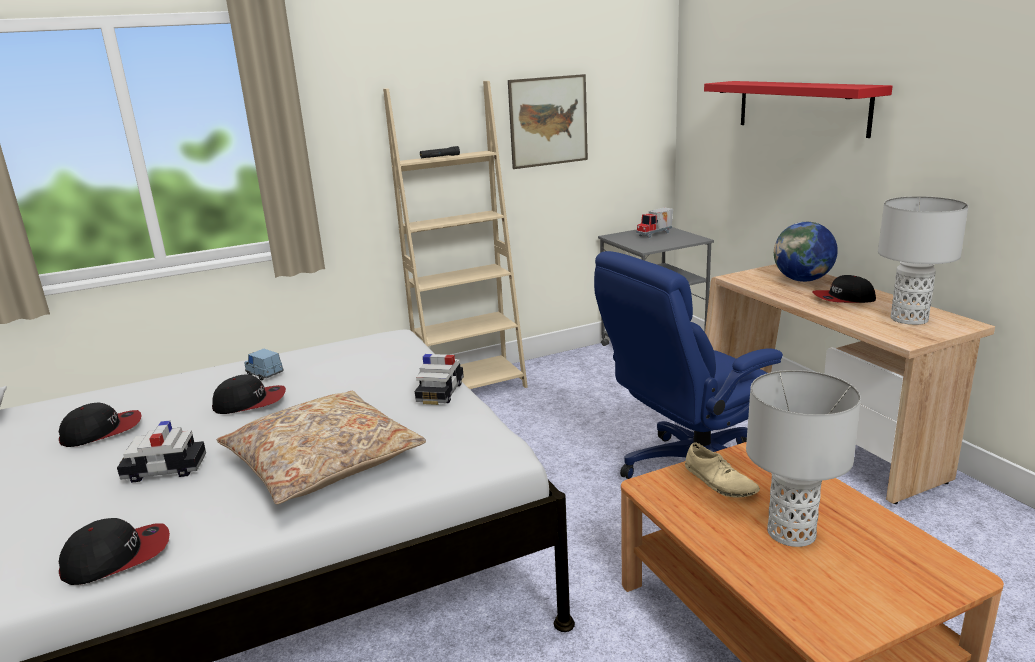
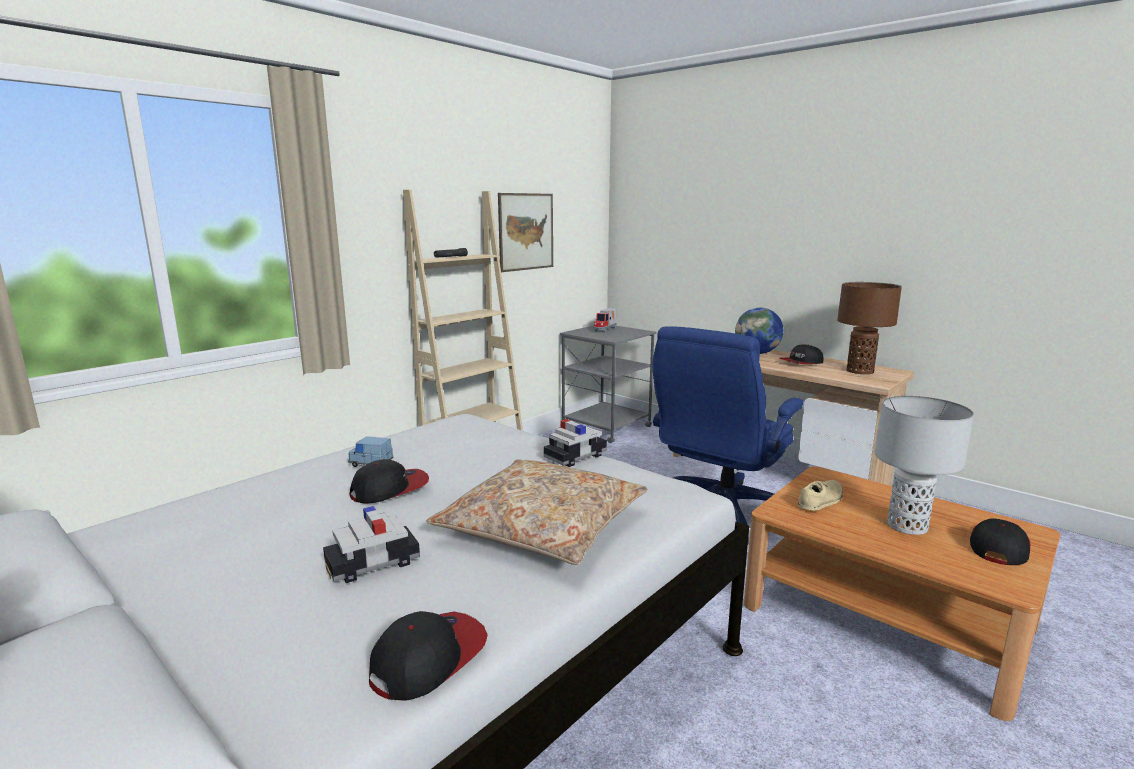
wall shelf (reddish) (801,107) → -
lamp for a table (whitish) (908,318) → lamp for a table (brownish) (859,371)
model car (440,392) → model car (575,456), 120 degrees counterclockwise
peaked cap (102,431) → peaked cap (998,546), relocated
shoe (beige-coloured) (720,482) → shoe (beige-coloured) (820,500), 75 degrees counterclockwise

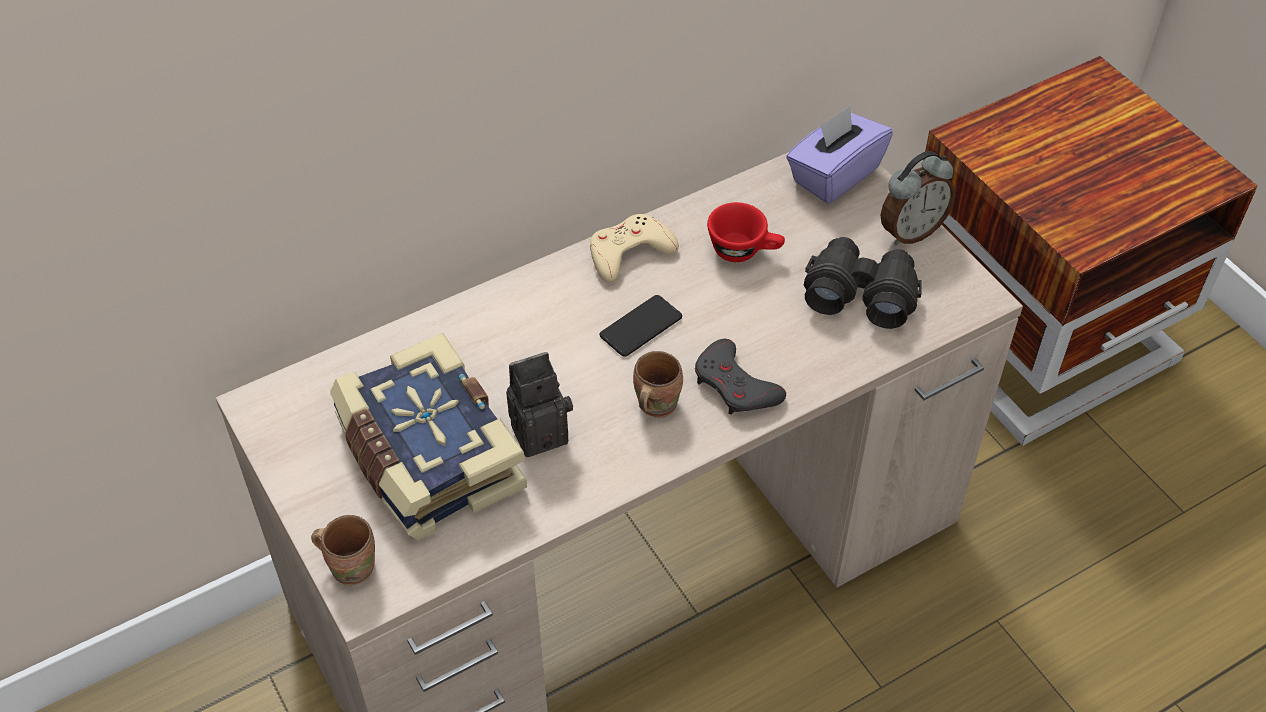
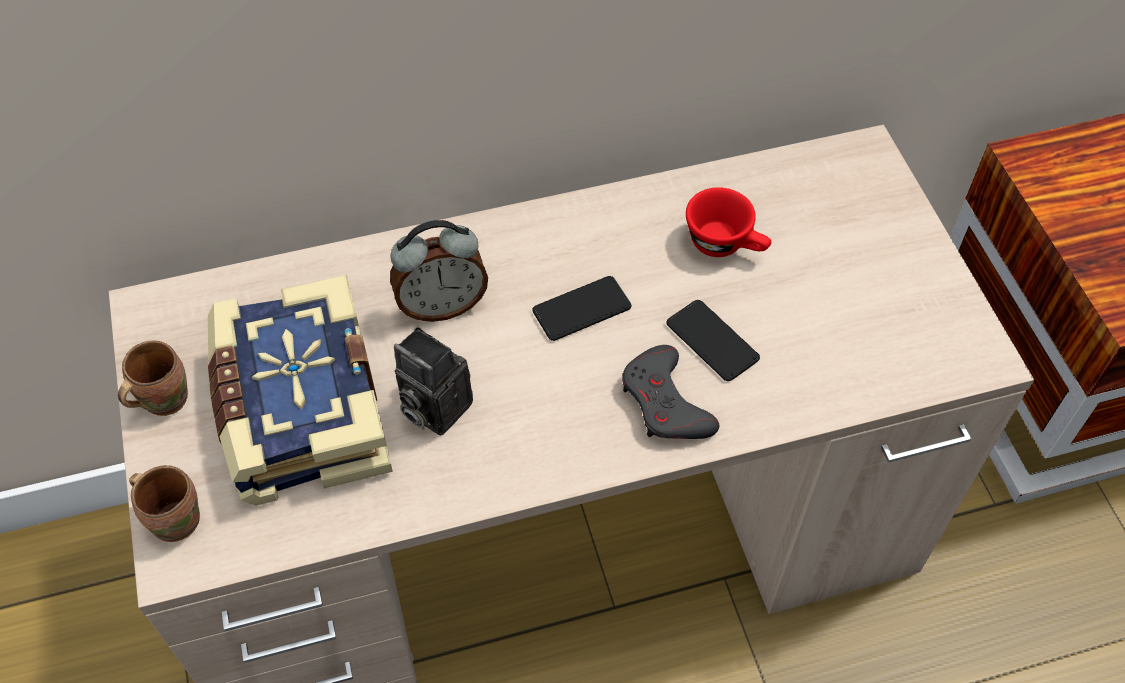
box of tissues (purple-coloured) (834,175) → -
alarm clock (910,231) → alarm clock (442,305), relocated
game controller (beige-coloured) (629,253) → -
binoculars (blackish) (860,293) → -
tea mug (brownish) (654,404) → tea mug (brownish) (162,398), relocated
still camera (541,431) → still camera (432,407), 135 degrees counterclockwise
- → handset (712,341)

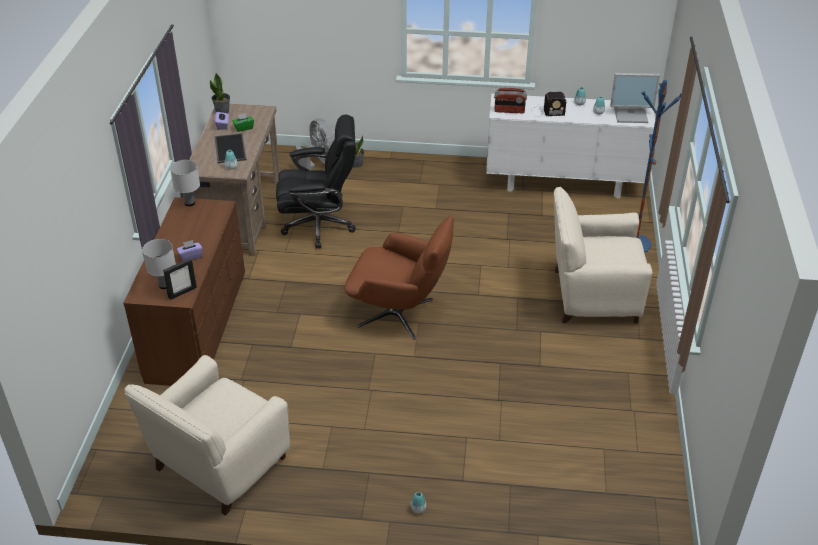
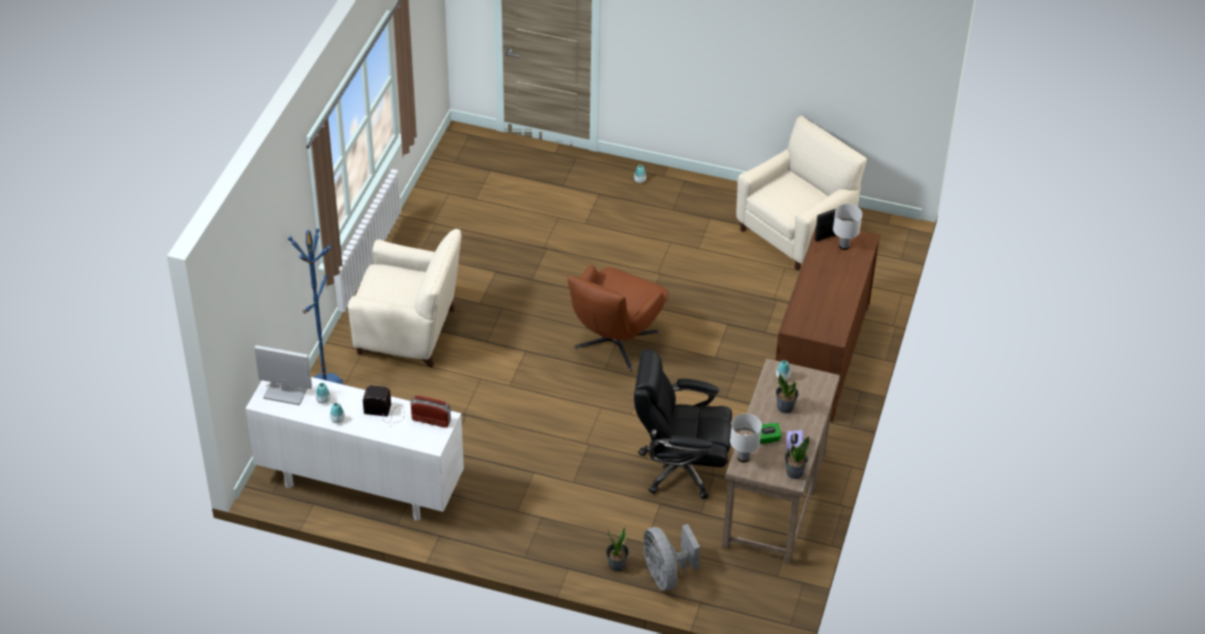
carrying tray (229,148) → potted plant (785,407)
lamp for a table (whitish) (190,203) → lamp for a table (whitish) (743,457), relocated
armchair (brownish) (398,314) → armchair (brownish) (615,342), 90 degrees counterclockwise
box of tissues (purple-coloured) (190,256) → -

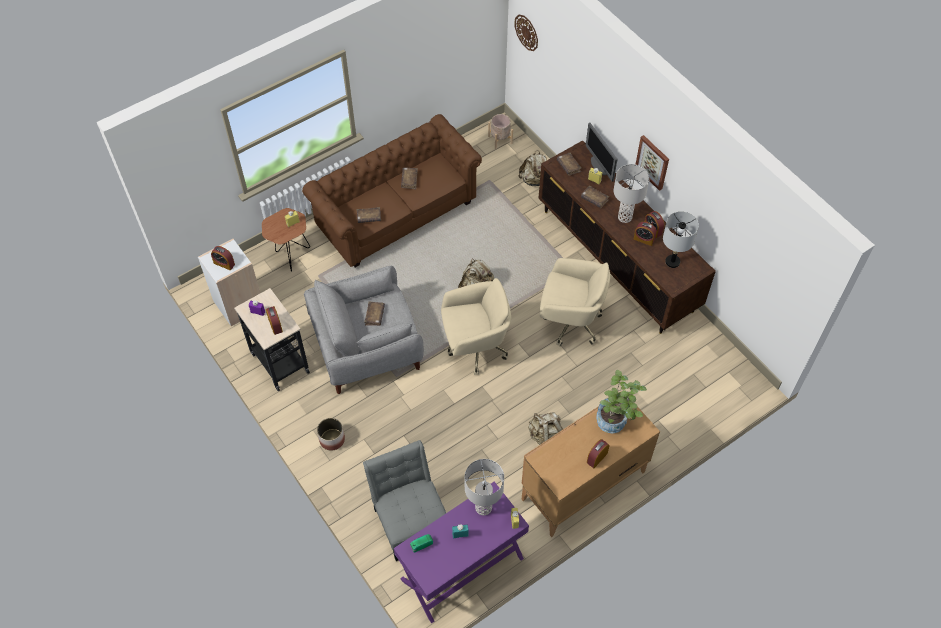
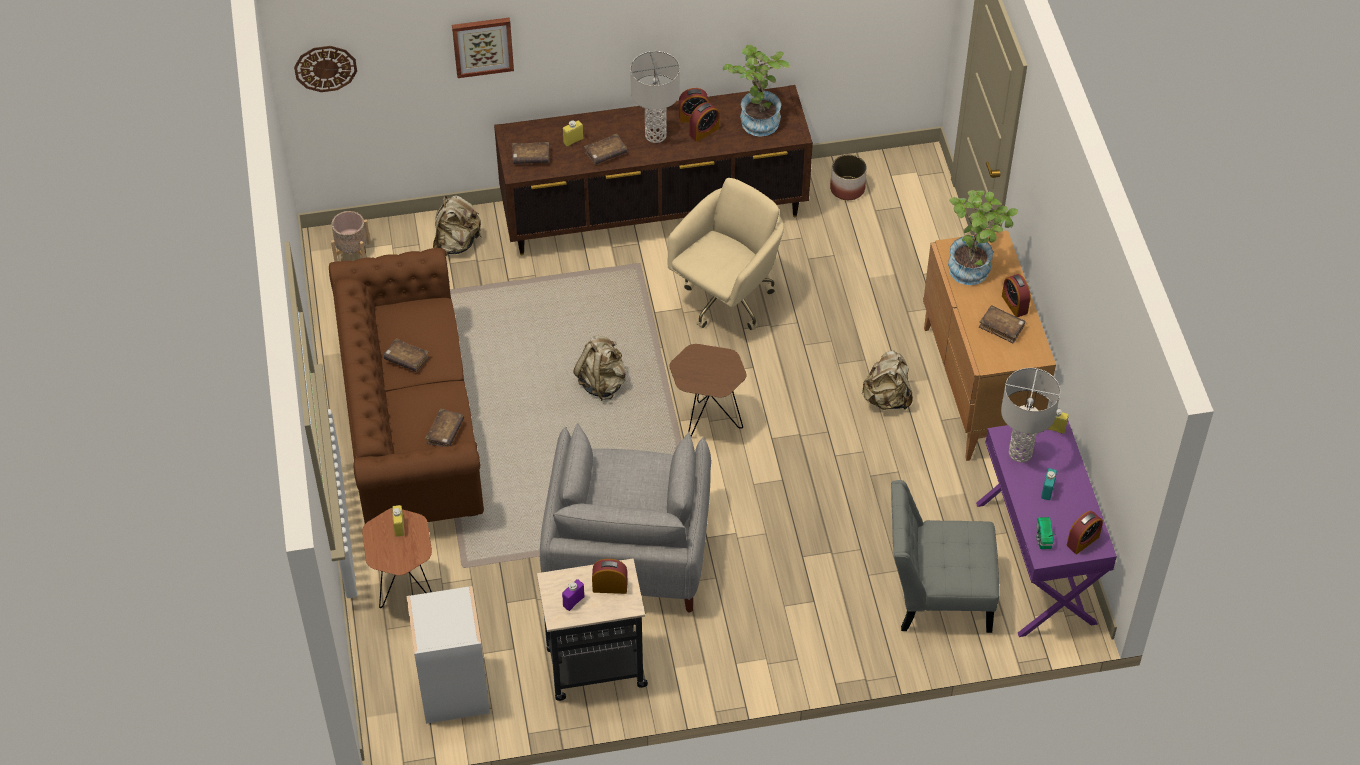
monitor (599,166) → -
wall picture (653,162) → wall picture (482,46), relocated
lamp for a table (greyish) (672,262) → potted plant (756,118)
alarm clock (224,263) → alarm clock (1083,541), relocated
computer chair (beige-coloured) (475,349) → end table (brownish) (707,422)
bound book (brownish) (375,316) → bound book (brownish) (1001,327), relocated
flower pot (332,439) → flower pot (847,188), relocated

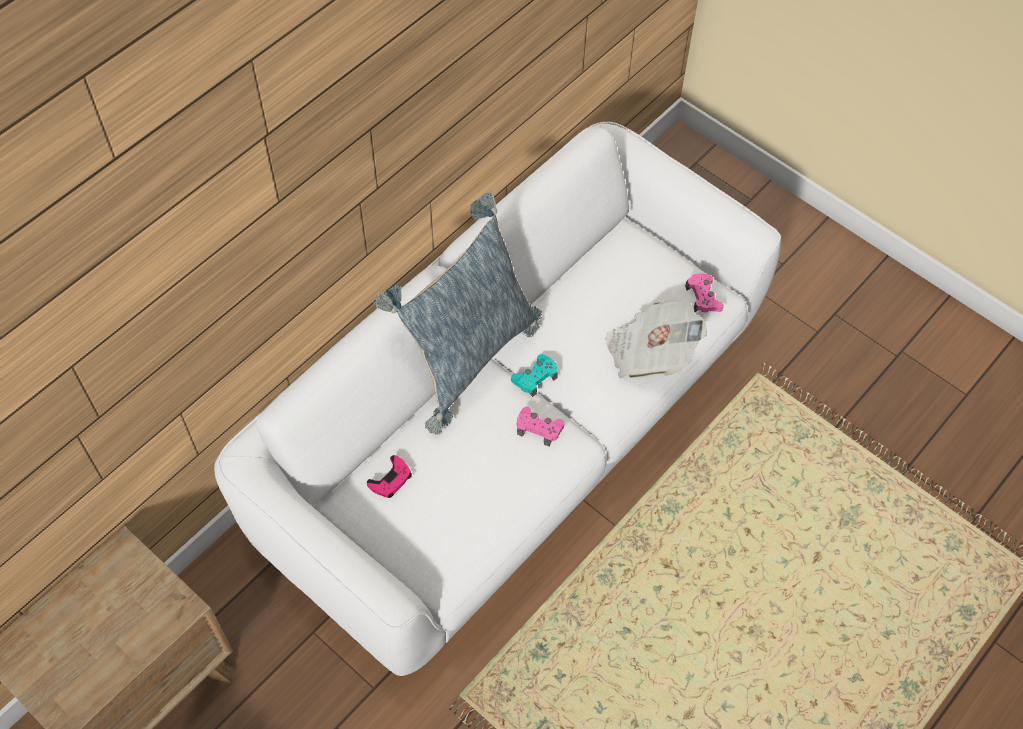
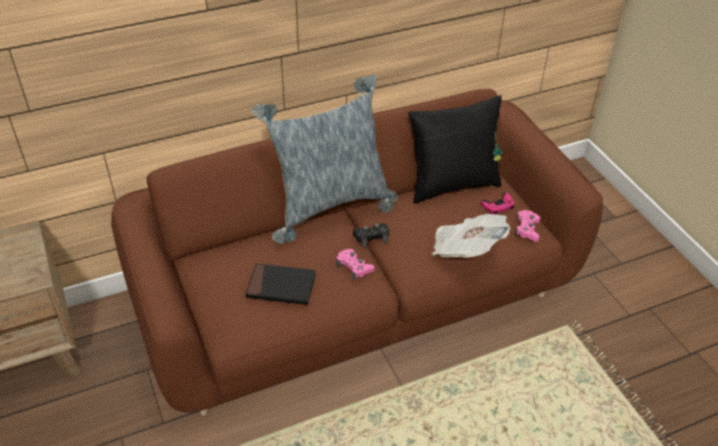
couch (whitish) (509,436) → couch (brownish) (357,300)
game controller (turquoise) (535,378) → game controller (blackish) (371,237)
game controller (pink-coloured) (390,479) → game controller (pink-coloured) (498,206), relocated
- → pillow (blackish) (452,186)
- → bound book (blackish) (281,287)

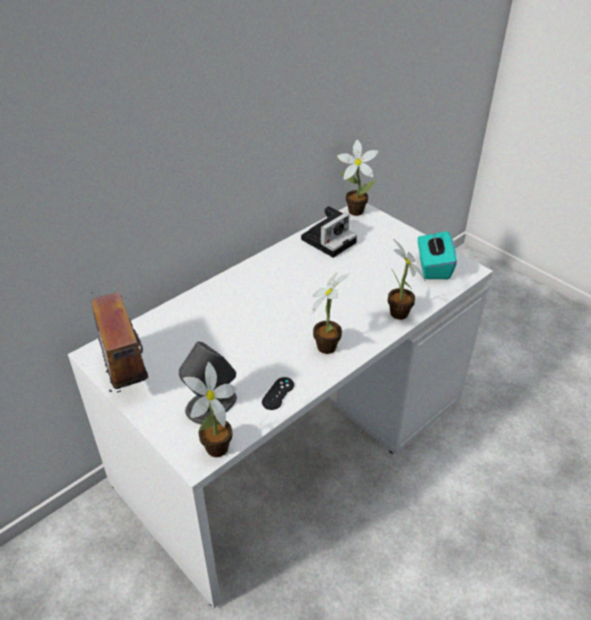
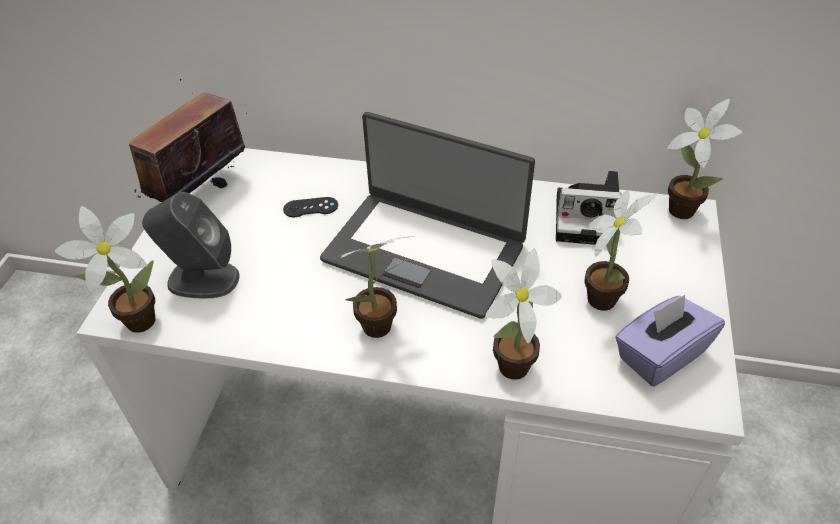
box of tissues (turquoise) (433,267) → box of tissues (purple-coloured) (660,355)
game controller (blackish) (278,393) → game controller (blackish) (310,207), relocated
- → laptop (424,251)
- → potted plant (603,296)

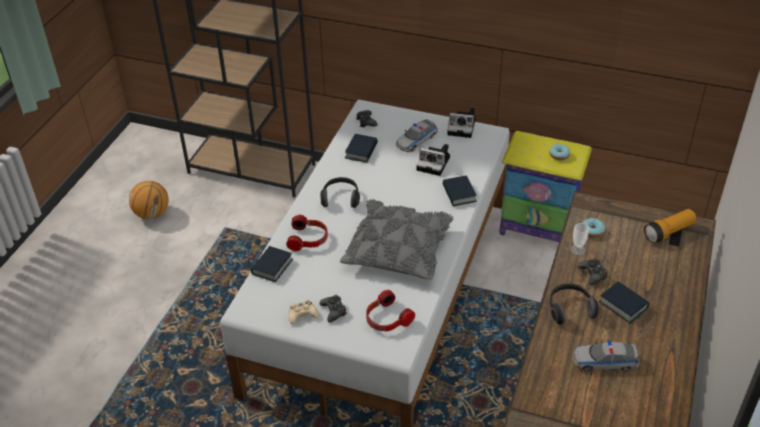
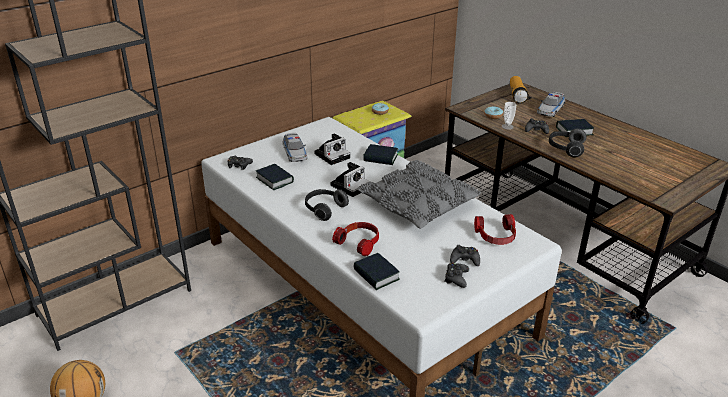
still camera (463,127) → still camera (351,185), relocated
game controller (beige-coloured) (302,315) → game controller (blackish) (456,278)
model car (604,361) → model car (550,110), relocated

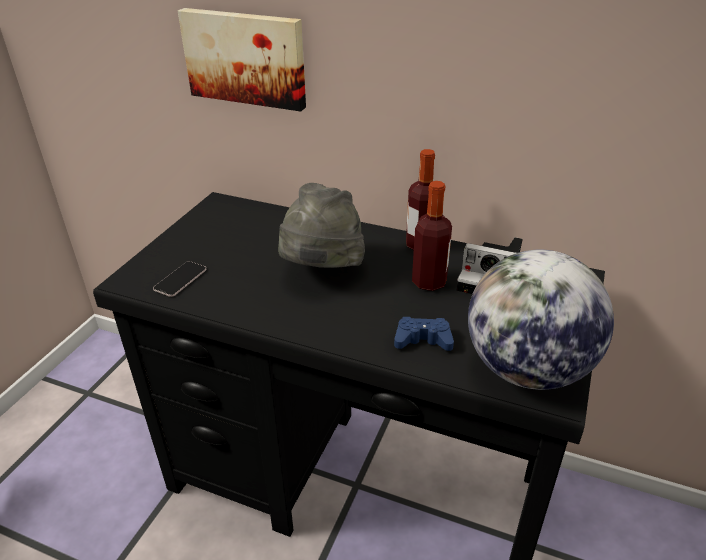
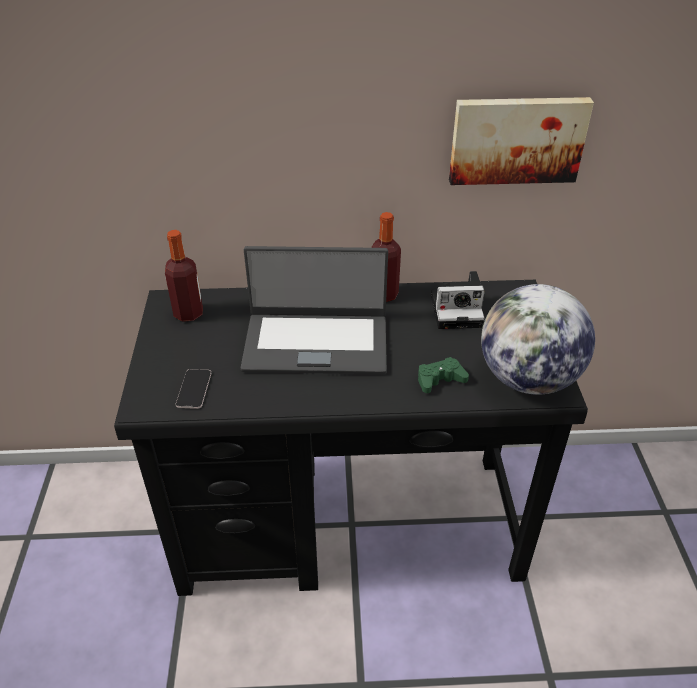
wall picture (245,58) → wall picture (517,139), relocated
beverage bottle (429,282) → beverage bottle (188,313), relocated
wearable hat (greyish) (321,270) → laptop (316,342)
game controller (blue-coloured) (423,340) → game controller (green-coloured) (440,380)

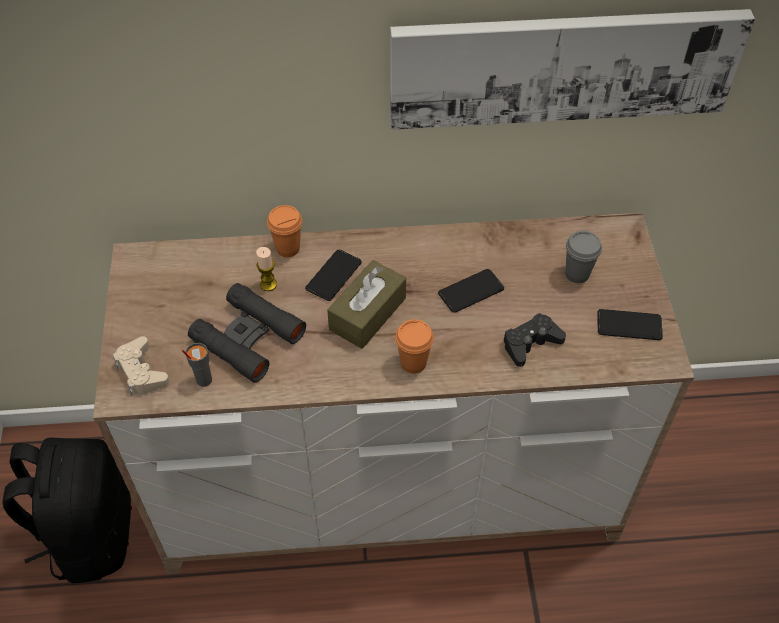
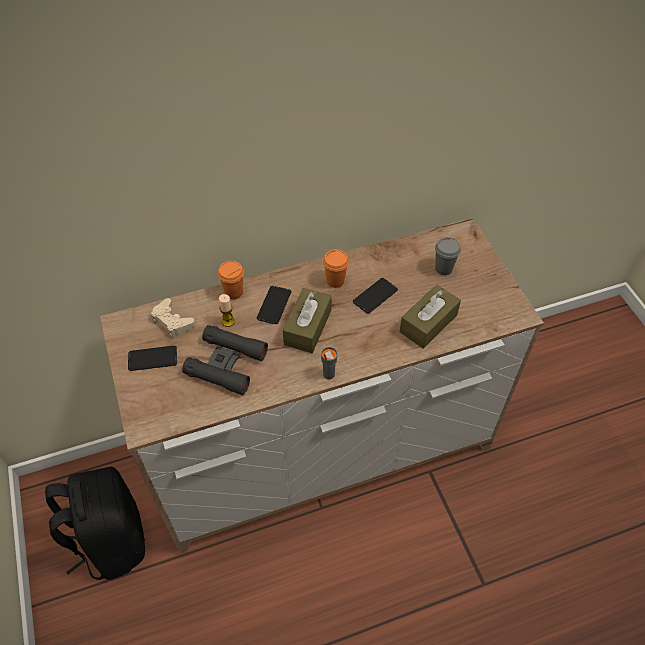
wall picture (563,66) → -
handset (629,325) → handset (152,359), relocated
game controller (blackish) (530,343) → box of tissues (brownish) (428,323)
drinking cup (orangey) (413,363) → drinking cup (orangey) (335,281), relocated
game controller (beige-coloured) (141,371) → game controller (beige-coloured) (172,322), relocated
drinking cup (greyish) (203,380) → drinking cup (greyish) (328,374), relocated

